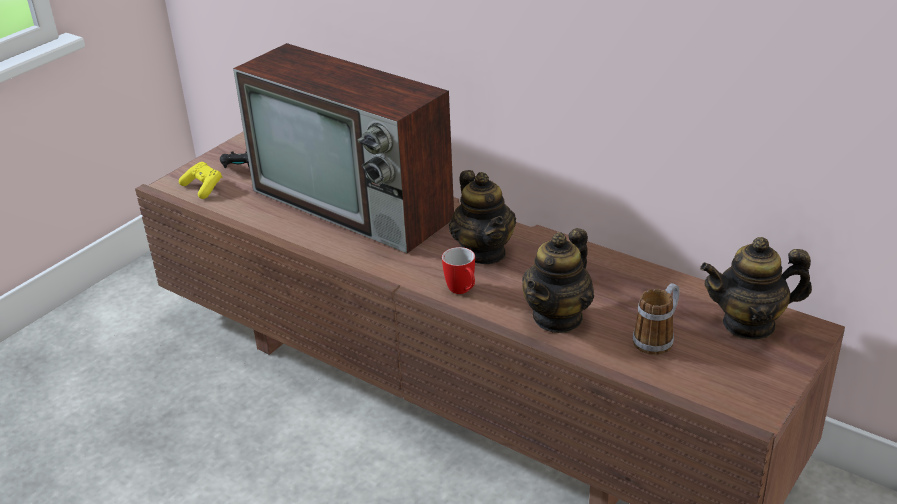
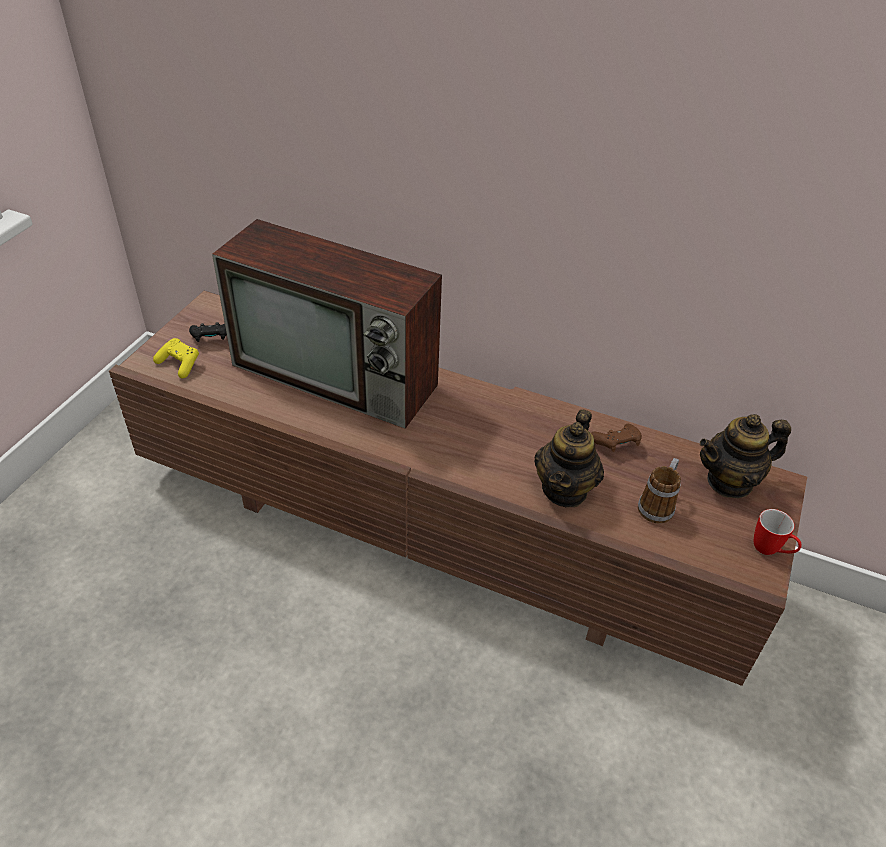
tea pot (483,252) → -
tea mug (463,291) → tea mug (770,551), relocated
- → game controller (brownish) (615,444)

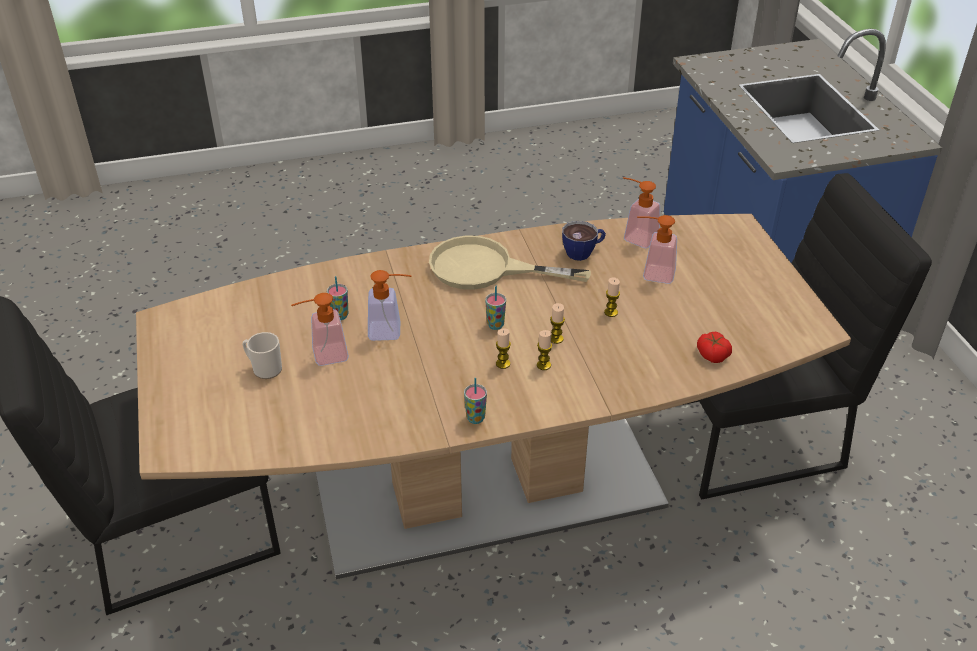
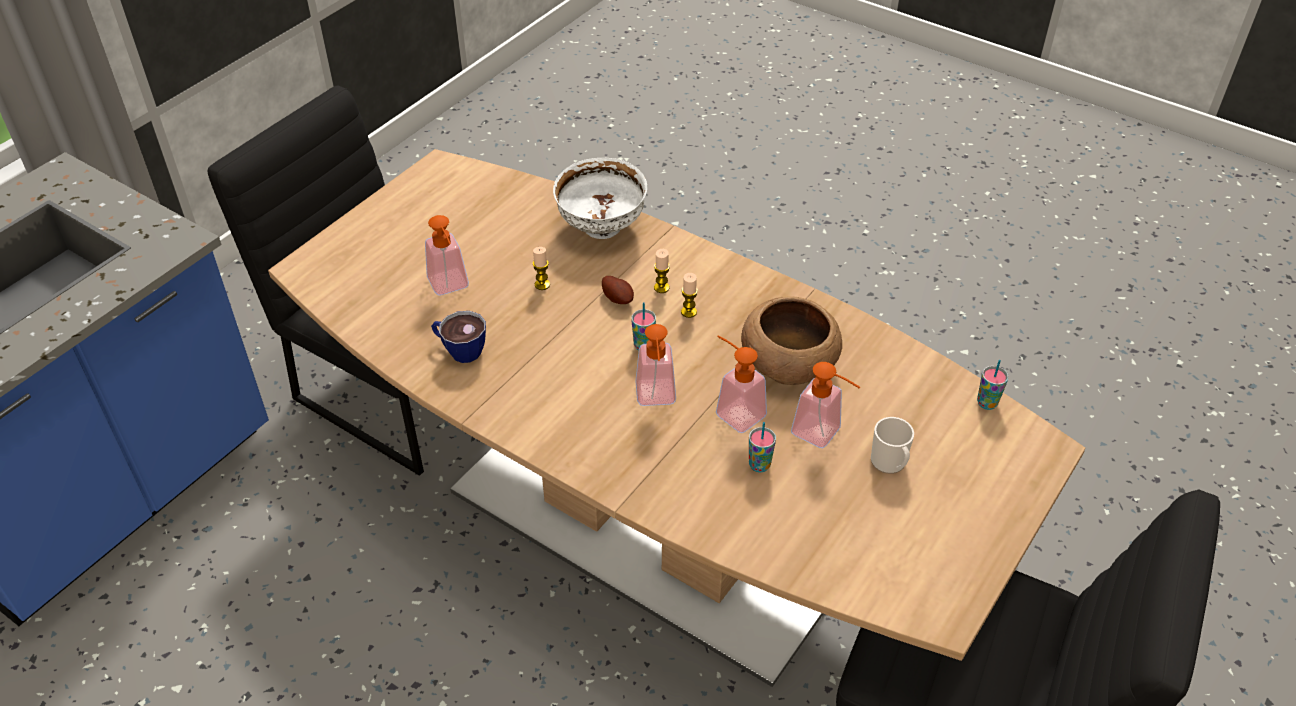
liquid soap bottle (635,236) → liquid soap bottle (656,399), relocated
frying pan (beige-coloured) (486,268) → -
candle (556,339) → spud (618,298)
tomato (712,354) → -
drinking cup (475,418) → drinking cup (987,403), relocated
- → bowl (whitish) (602,229)
- → bowl (brownish) (789,364)

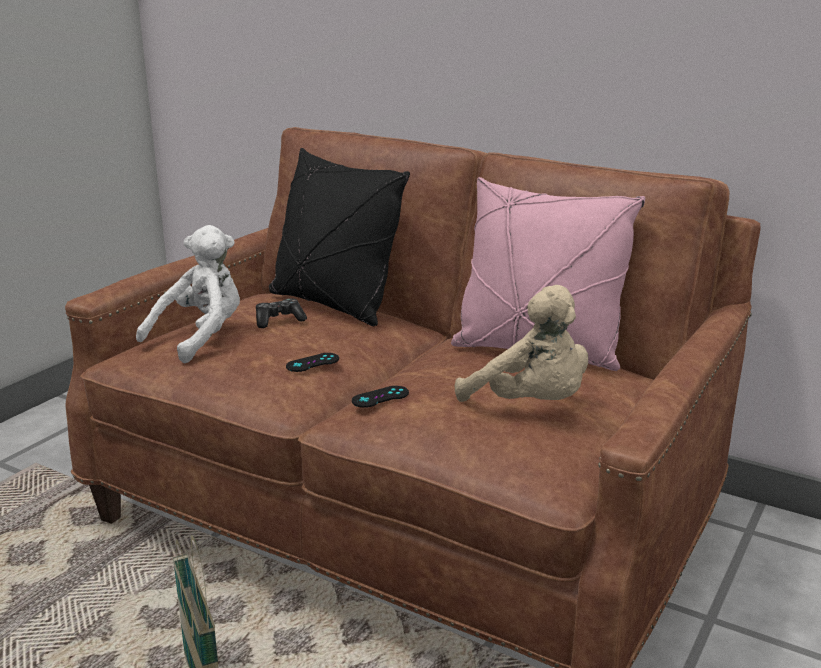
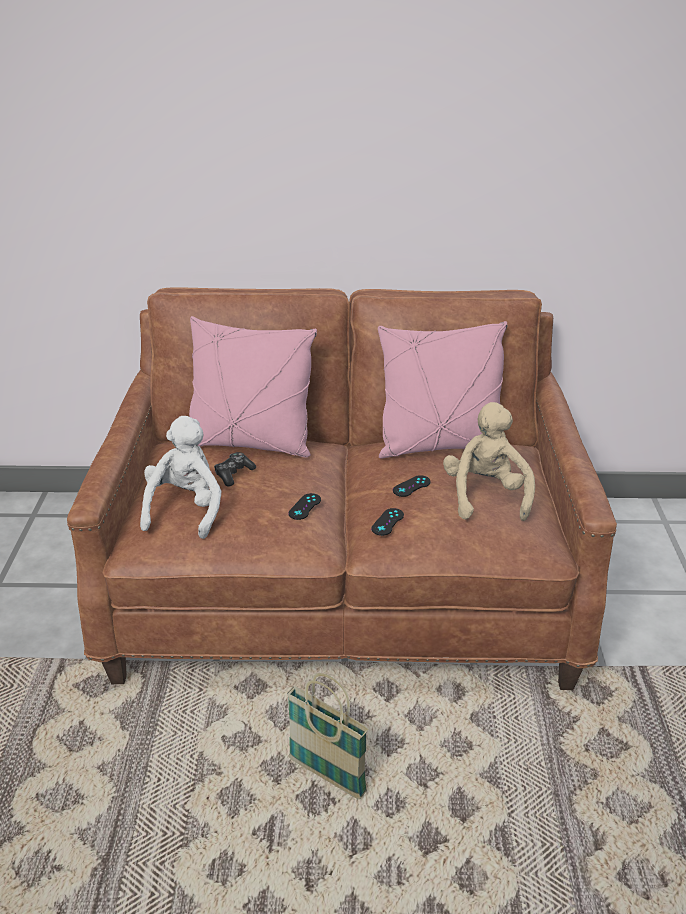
pillow (blackish) (333,305) → pillow (pink-coloured) (251,444)
plush toy (beige-coloured) (531,405) → plush toy (beige-coloured) (485,495), 105 degrees counterclockwise
- → game controller (blackish) (411,486)

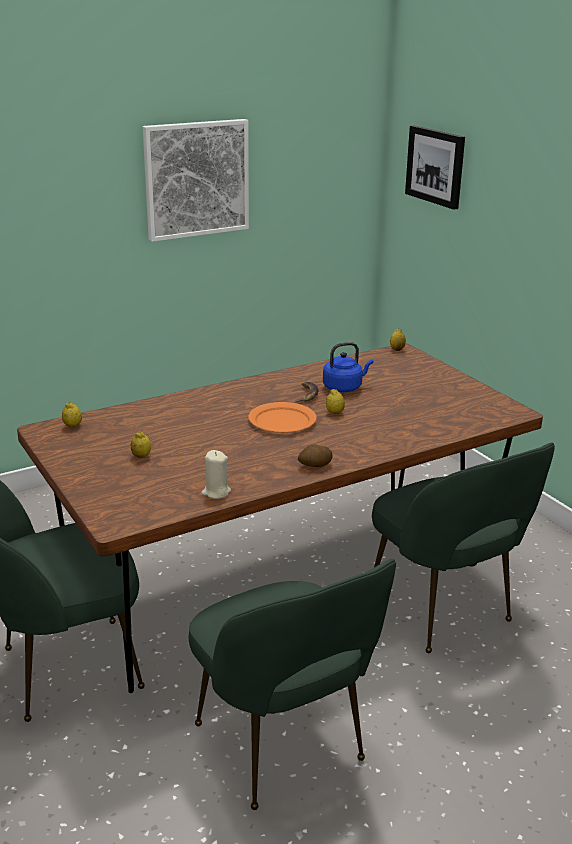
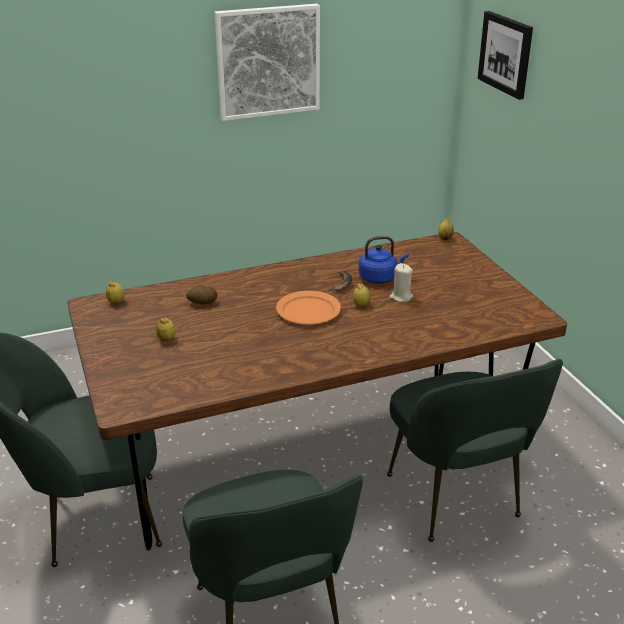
spud (315,465) → spud (202,303), relocated
candle (beige-coloured) (216,492) → candle (beige-coloured) (401,297), relocated

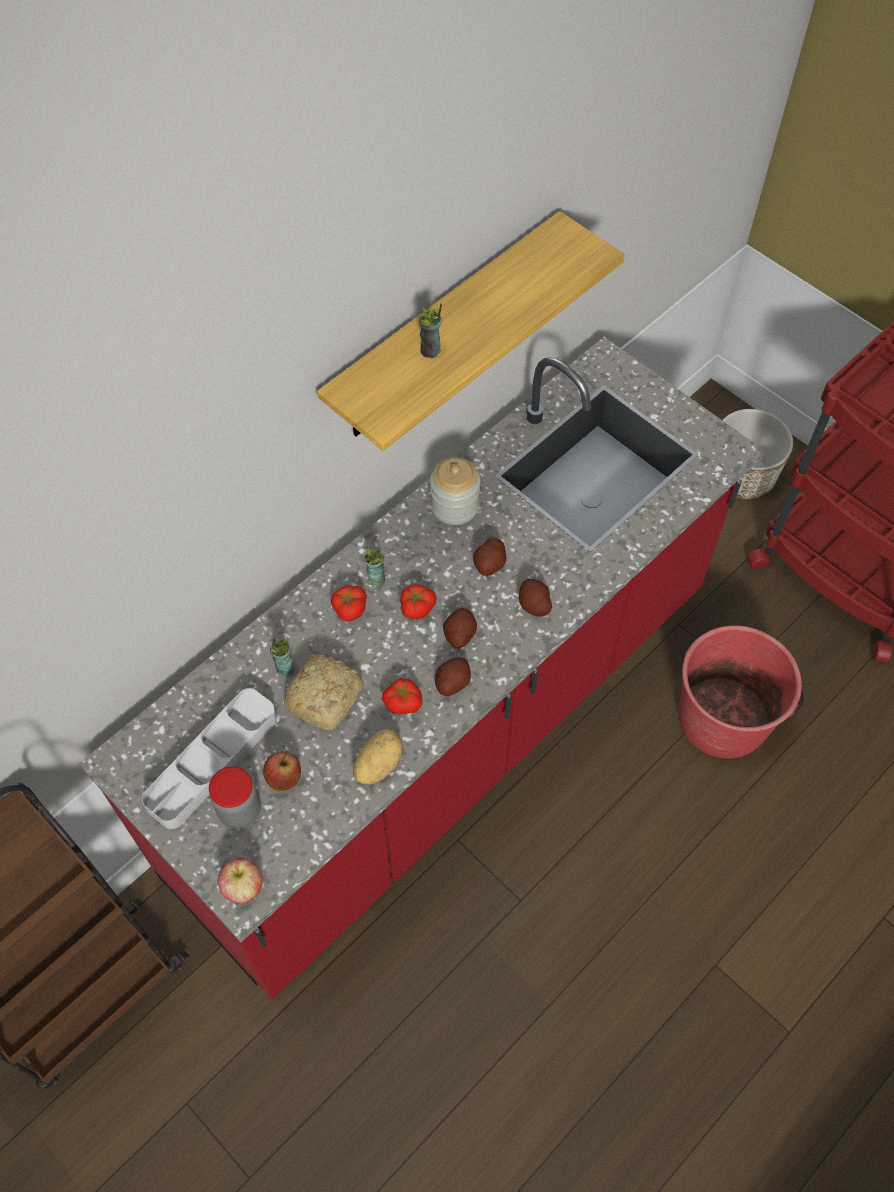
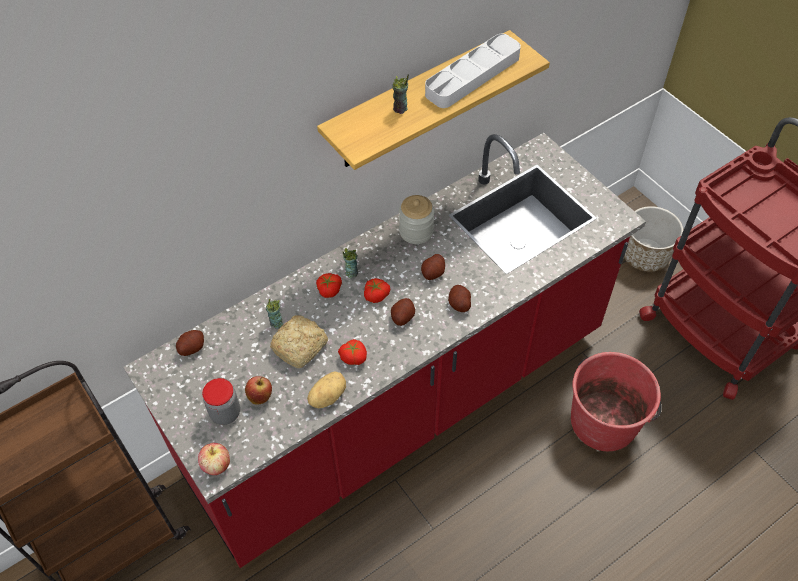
spud (452,682) → spud (192,347), relocated
carrying tray (greyish) (212,761) → carrying tray (greyish) (472,75), relocated

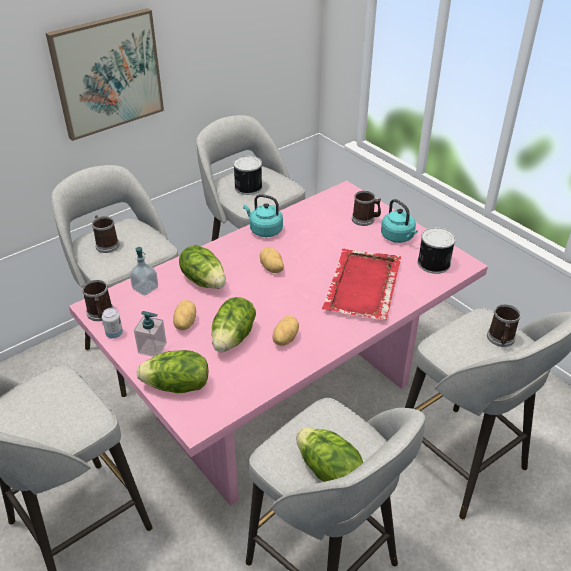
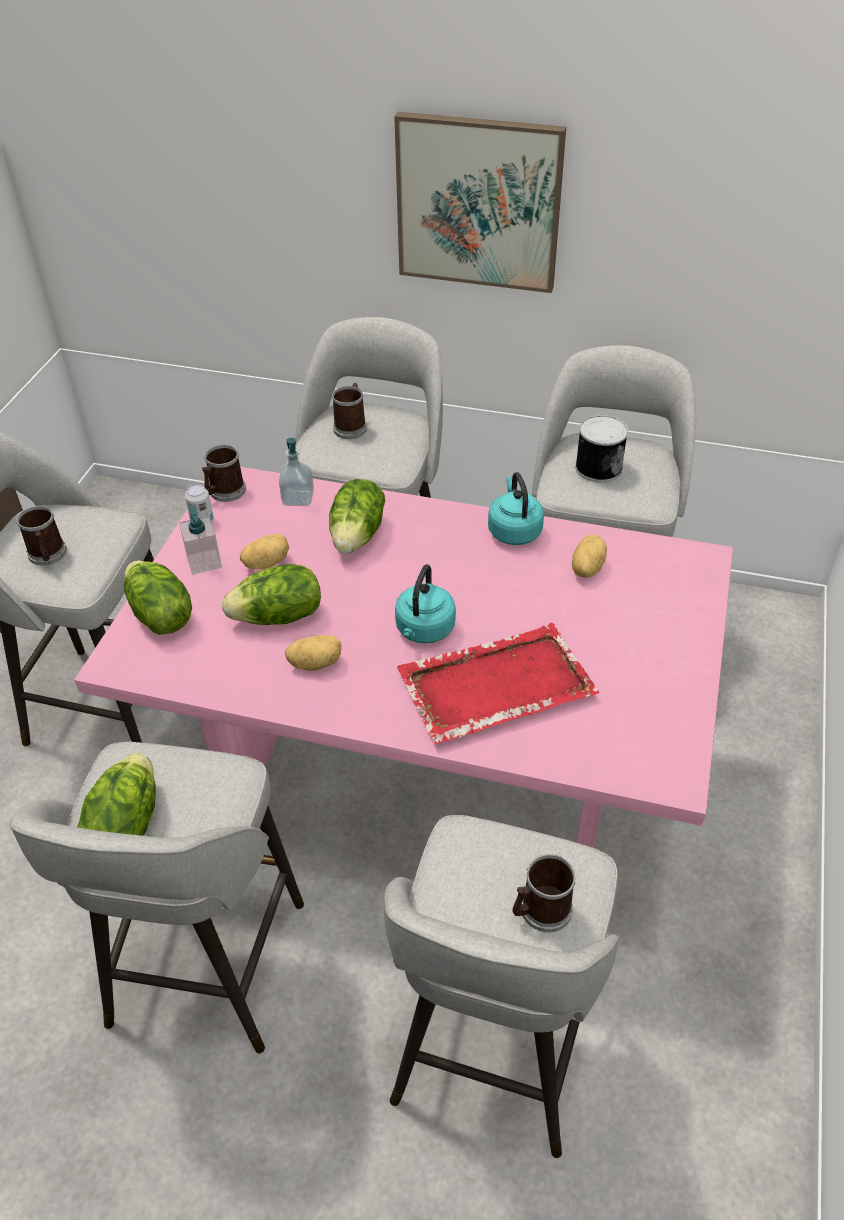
tea mug (365,219) → tea mug (47,555), relocated
kettle (turquoise) (398,237) → kettle (turquoise) (424,630), relocated
sealed can (432,263) → -
spud (271,268) → spud (586,568), relocated

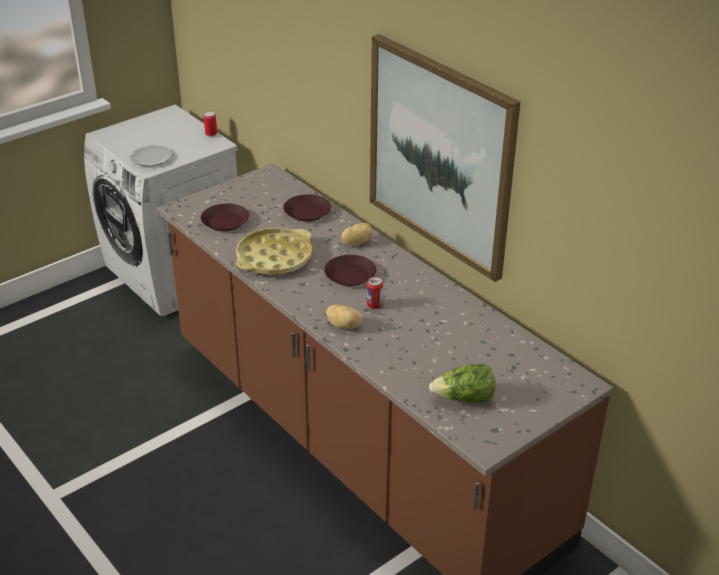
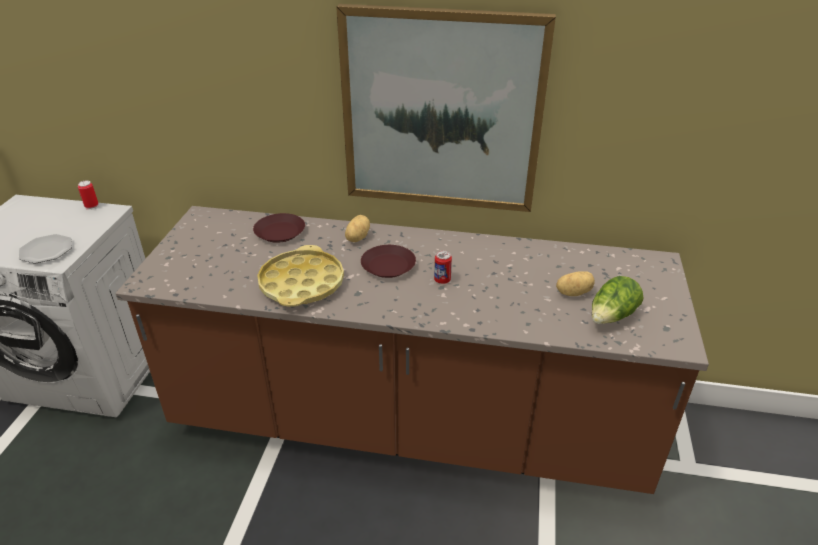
flat dish (brownish) (225,222) → -
spud (344,325) → spud (573,292), relocated

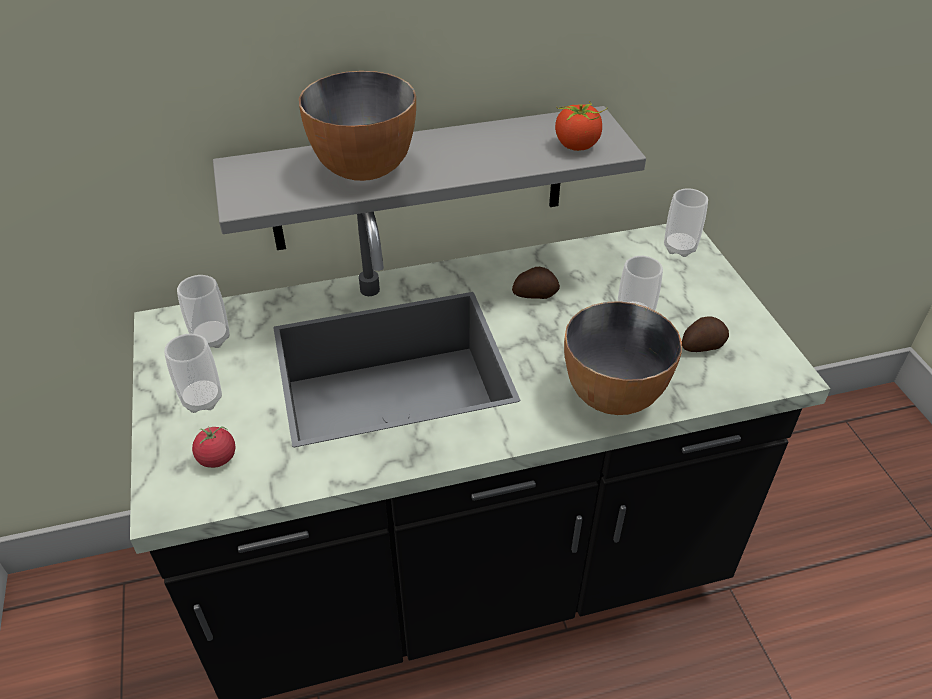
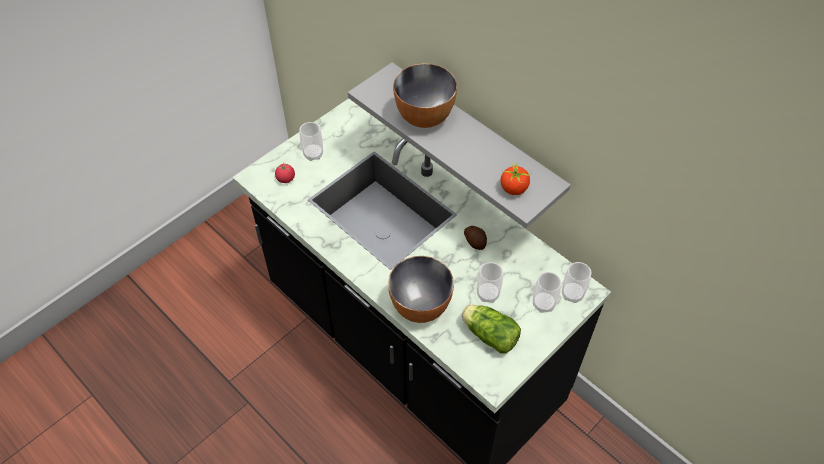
drinking cup (211,338) → drinking cup (543,304), relocated
spud (702,345) → lettuce (488,334)

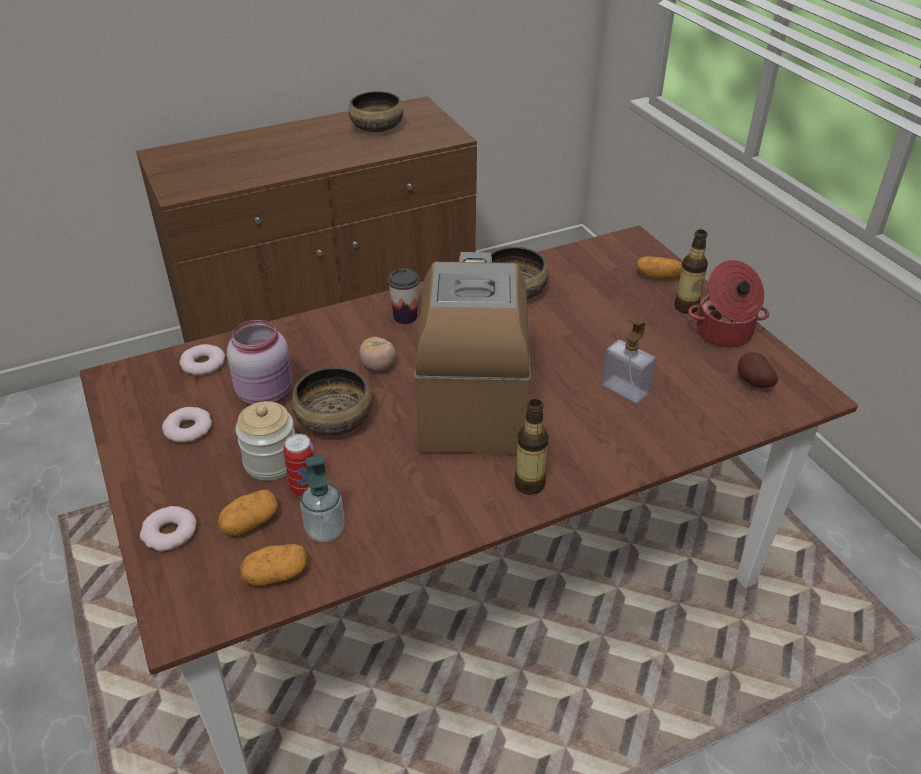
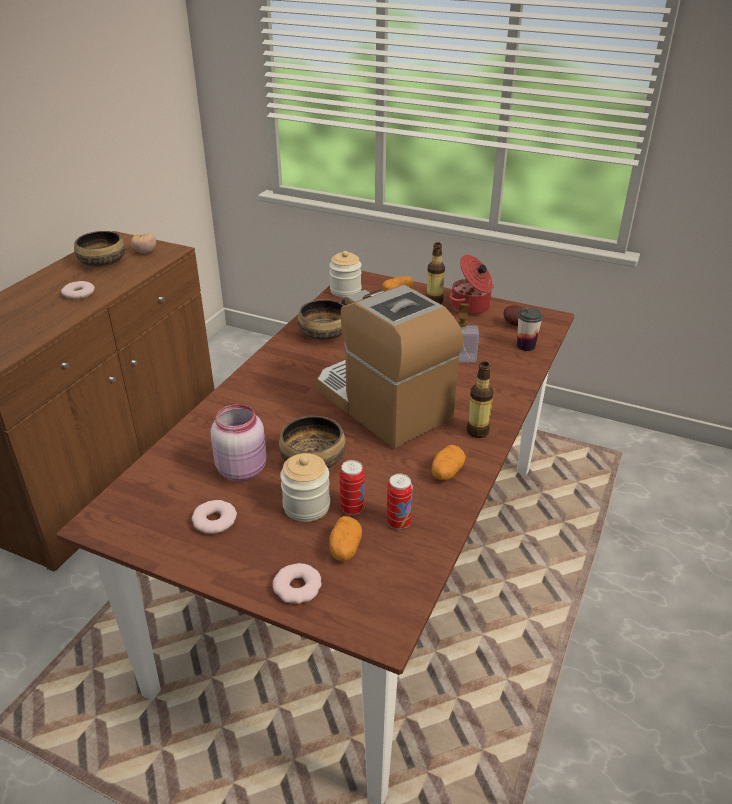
drinking cup (405,317) → drinking cup (526,346), relocated
tomato (378,366) → tomato (145,252), relocated
ring doughnut (203,364) → ring doughnut (78,293), relocated
liquid soap bottle (325,530) → sealed can (398,522)
spud (276,575) → spud (447,472), relocated
- → jar (345,290)

